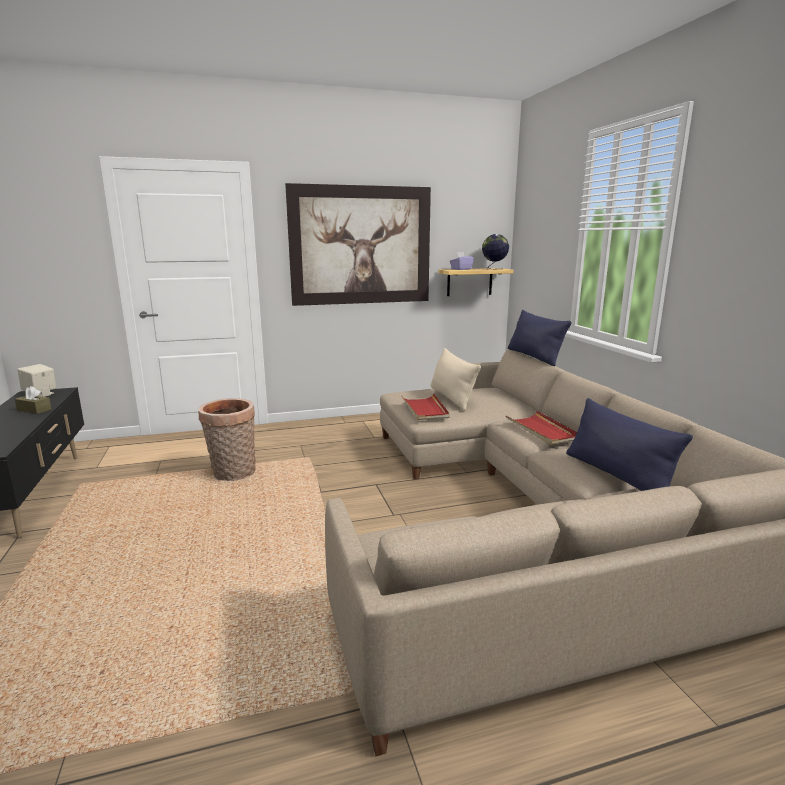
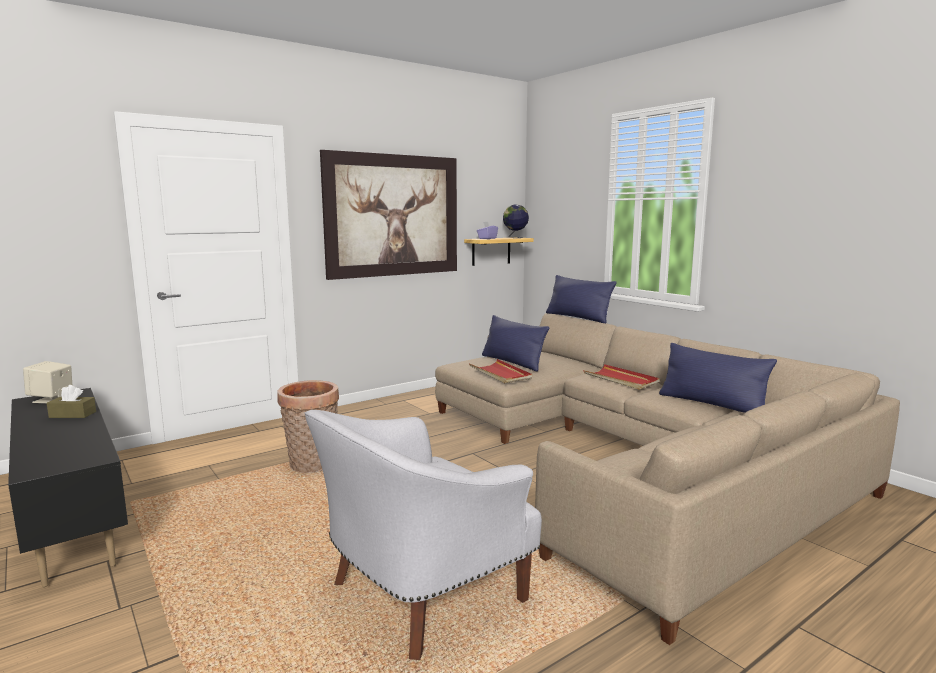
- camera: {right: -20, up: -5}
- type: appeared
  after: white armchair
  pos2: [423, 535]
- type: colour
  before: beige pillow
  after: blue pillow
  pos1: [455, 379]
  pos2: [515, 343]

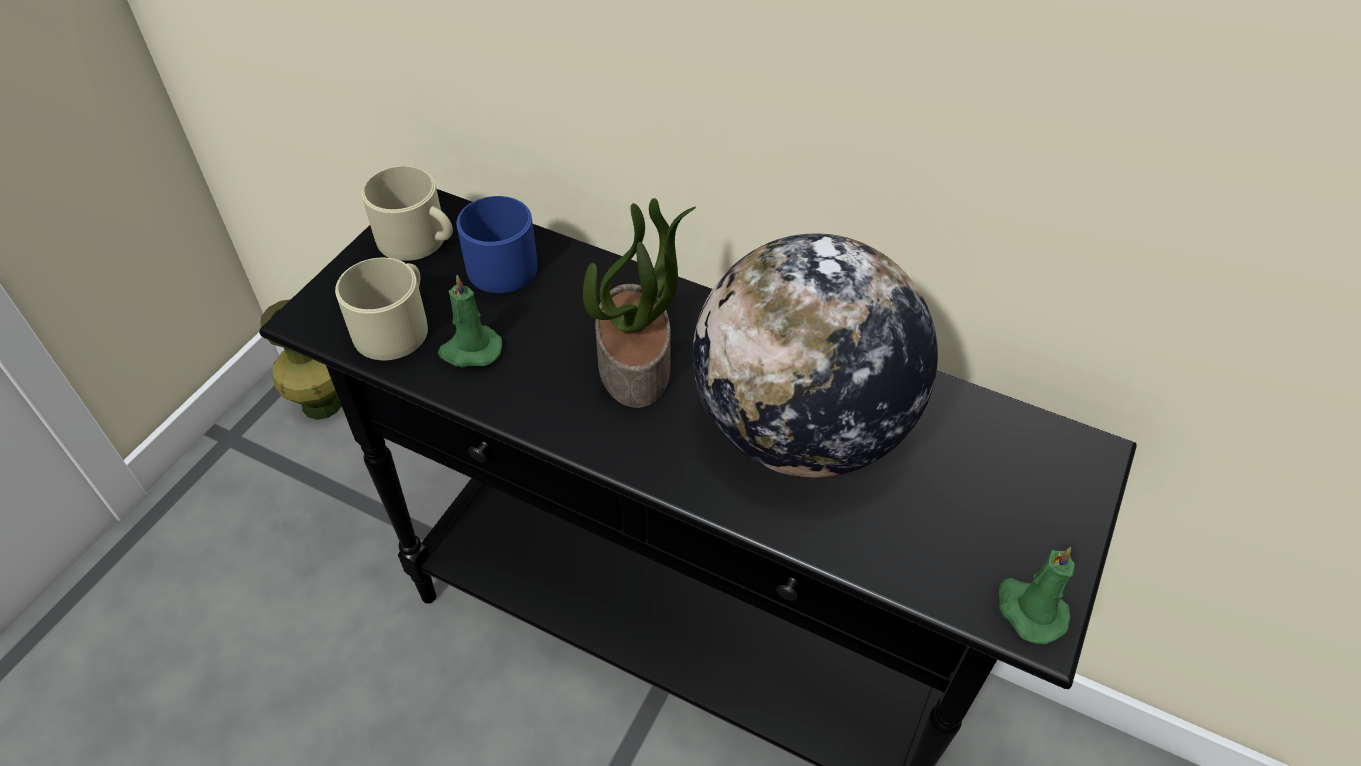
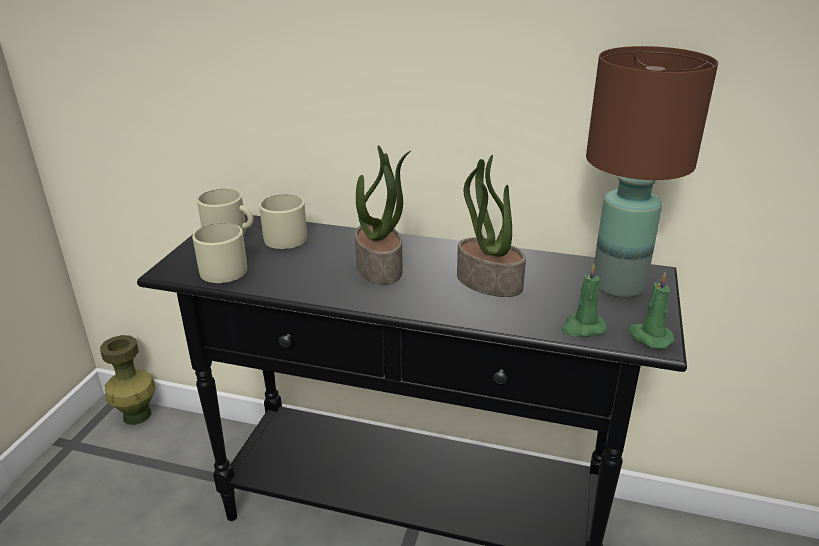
- camera: {right: -10, up: -20}
- type: colour
  before: blue mug
  after: beige mug
  pos1: [497, 244]
  pos2: [283, 221]
- type: exchanged
  before: globe
  after: potted plant
  pos1: [815, 355]
  pos2: [491, 226]
- type: relocated
  before: green candle
  pos1: [470, 321]
  pos2: [584, 300]
- type: appeared
  after: brown table lamp
  pos2: [652, 171]

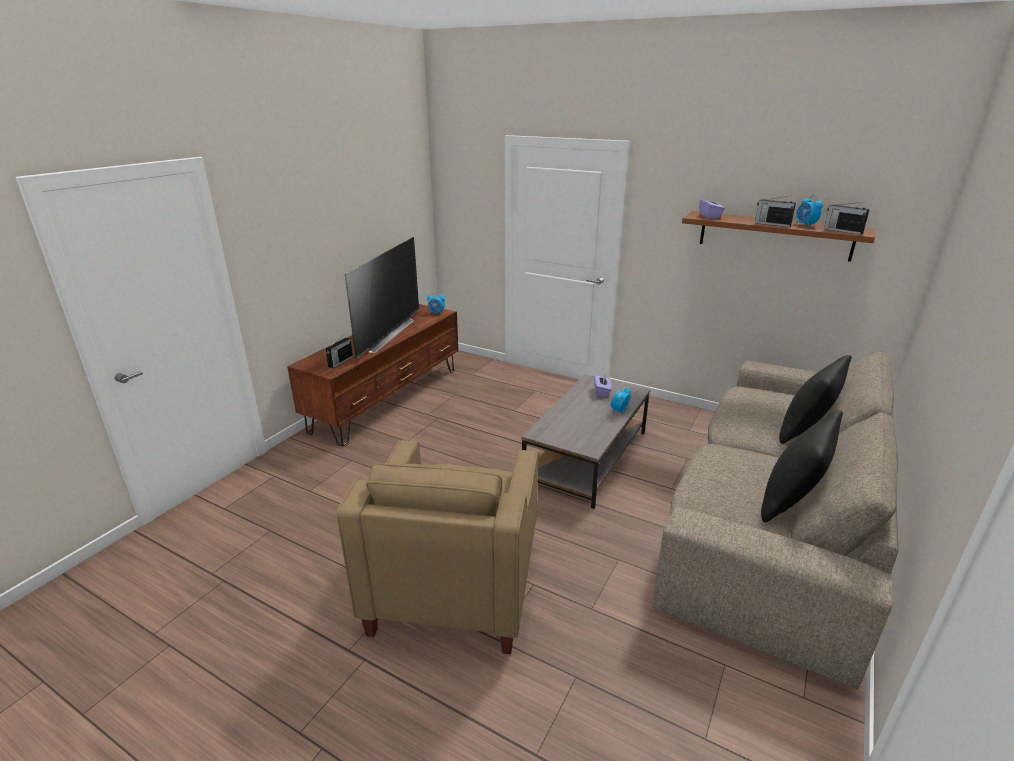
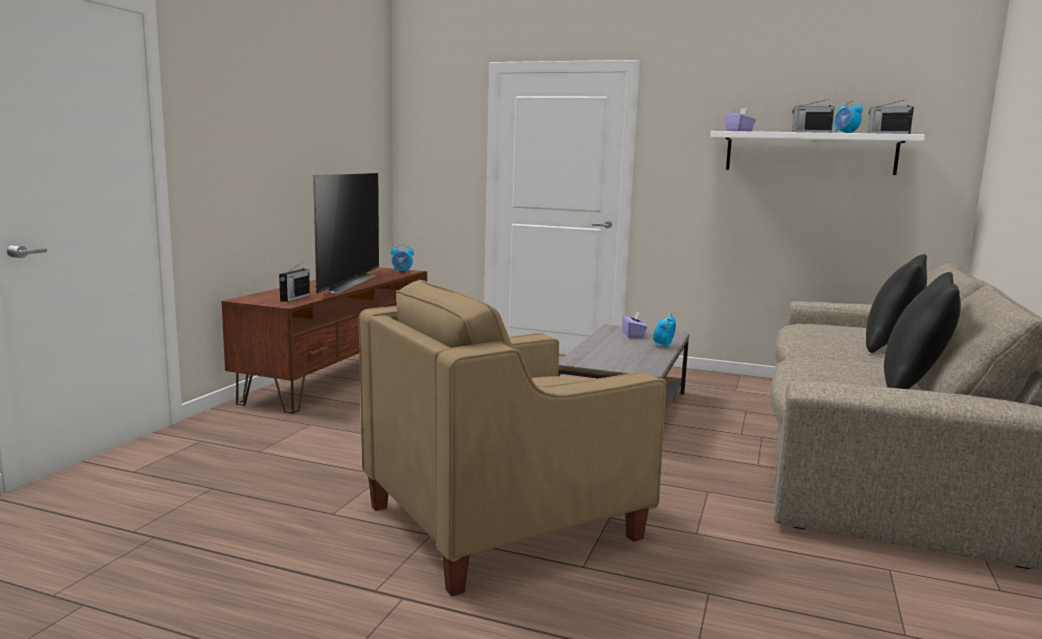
- camera: {right: -10, up: -15}
- type: spun
  before: beige armchair
  pos1: [437, 547]
  pos2: [512, 438]
  turn: 60
- type: colour
  before: brown shelf
  after: white shelf
  pos1: [778, 236]
  pos2: [817, 153]

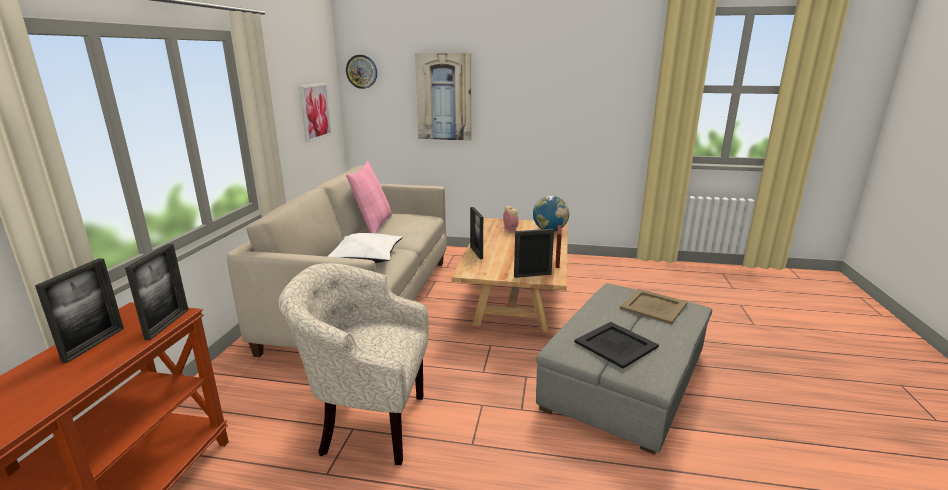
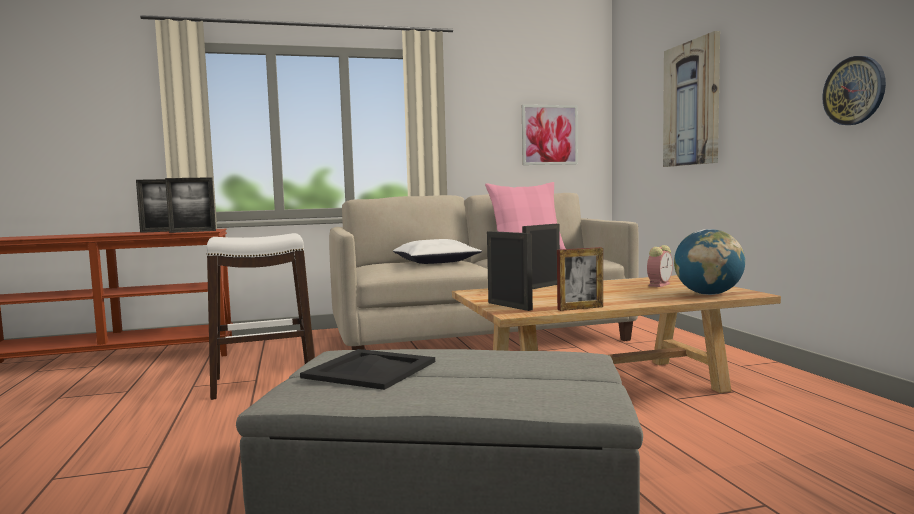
- camera: {right: 65, up: -15}
- type: exchanged
  before: beige armchair
  after: white stool
  pos1: [353, 364]
  pos2: [260, 316]
- type: relocated
  before: wall clock
  pos1: [361, 72]
  pos2: [854, 90]
- type: missing
  before: beige tray
  pos1: [654, 306]

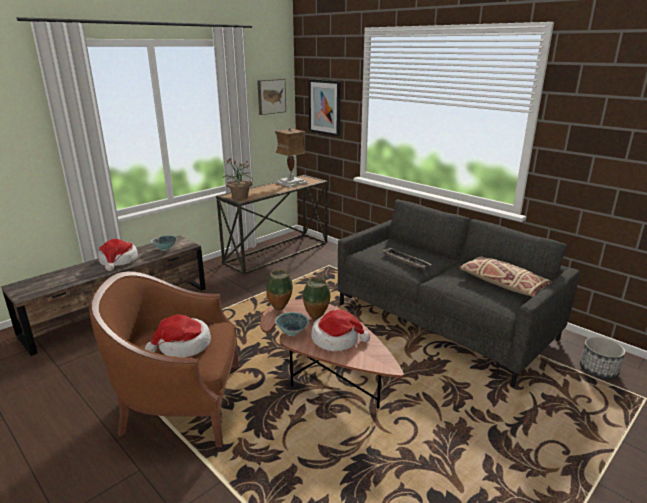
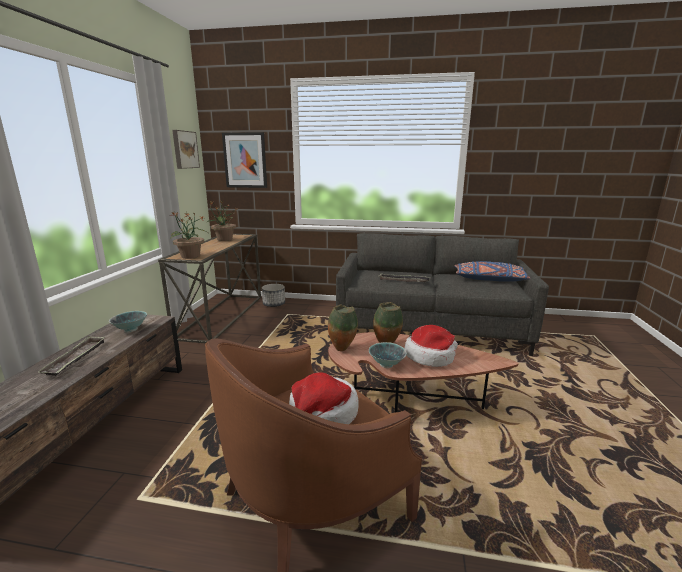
- camera: {right: -35, up: -5}
- type: exchanged
  before: hat
  after: tray
  pos1: [118, 255]
  pos2: [71, 356]
- type: exchanged
  before: table lamp
  after: potted plant
  pos1: [291, 157]
  pos2: [221, 220]
- type: relocated
  before: planter
  pos1: [602, 358]
  pos2: [273, 295]
- type: colour
  before: beige pillow
  after: blue pillow
  pos1: [505, 276]
  pos2: [492, 271]

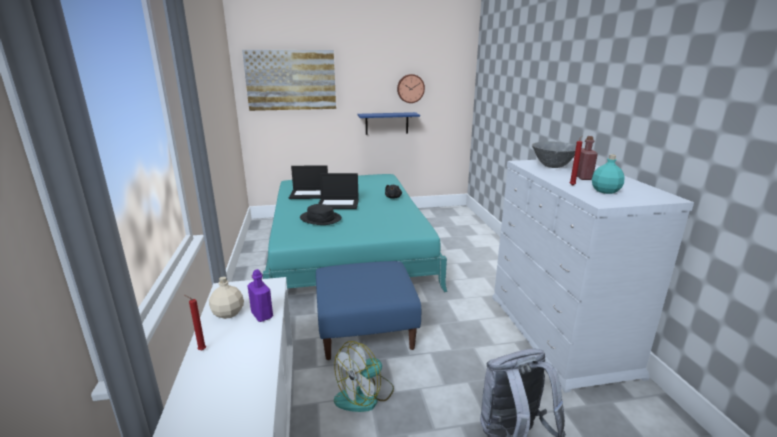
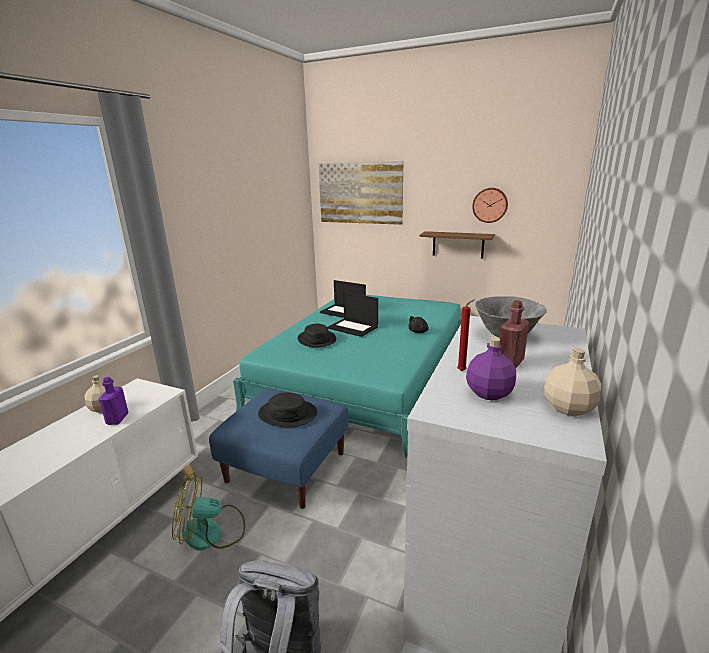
- camera: {right: 35, up: 0}
- type: appeared
  after: black hat
  pos2: [287, 409]
- type: colour
  before: blue shelf
  after: brown shelf
  pos1: [389, 123]
  pos2: [457, 245]
- type: colour
  before: turquoise bottle
  after: purple bottle
  pos1: [608, 174]
  pos2: [491, 368]
- type: appeared
  after: beige bottle
  pos2: [572, 382]
- type: missing
  before: red candle
  pos1: [195, 322]

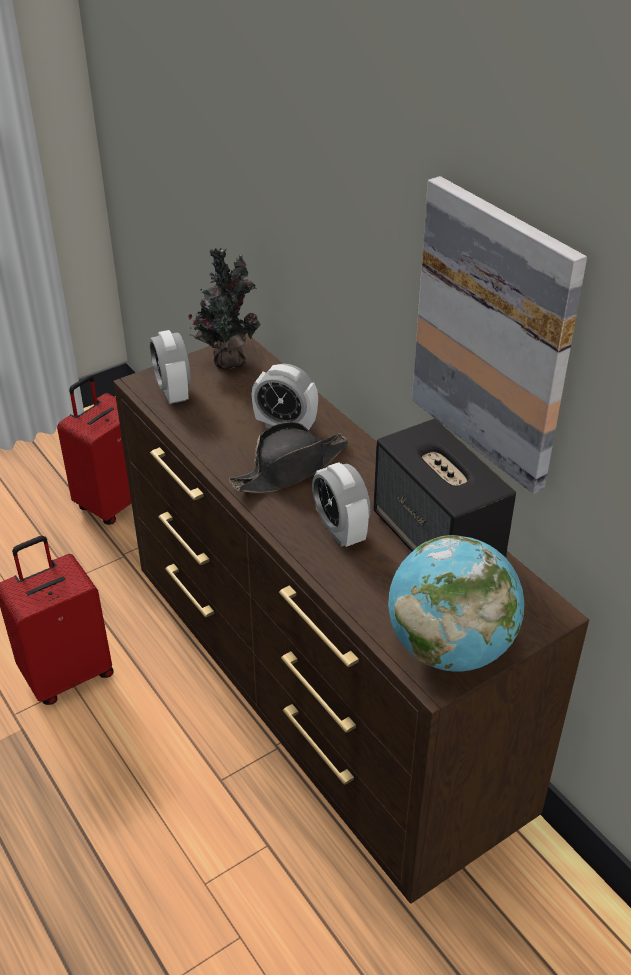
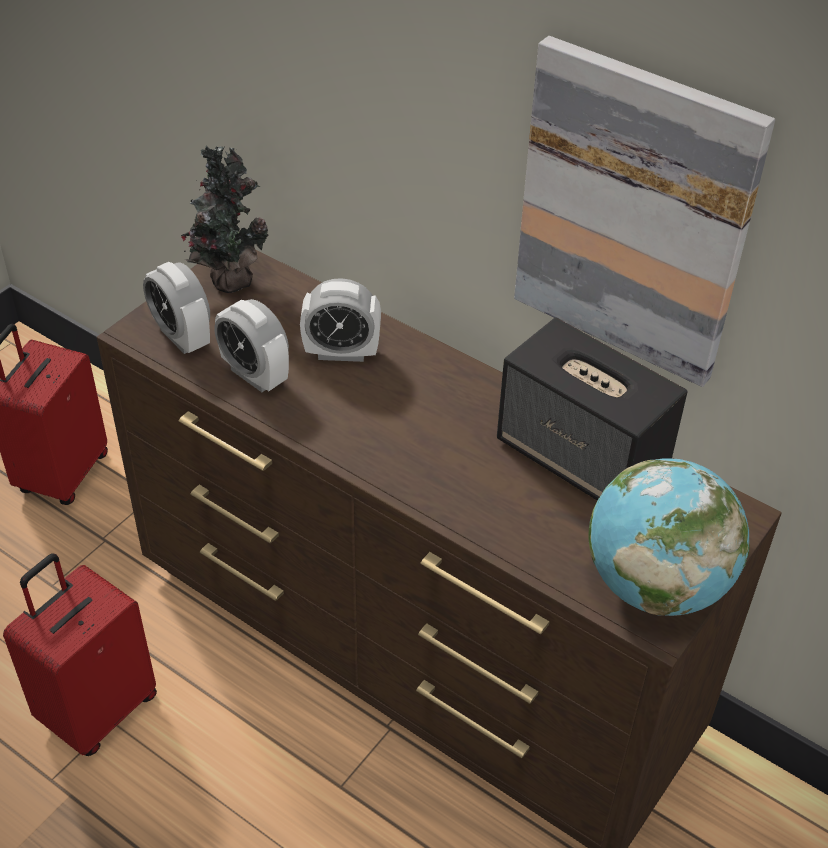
- camera: {right: -20, up: 5}
- type: relocated
  before: alarm clock
  pos1: [341, 504]
  pos2: [251, 345]
- type: missing
  before: black hat
  pos1: [289, 457]

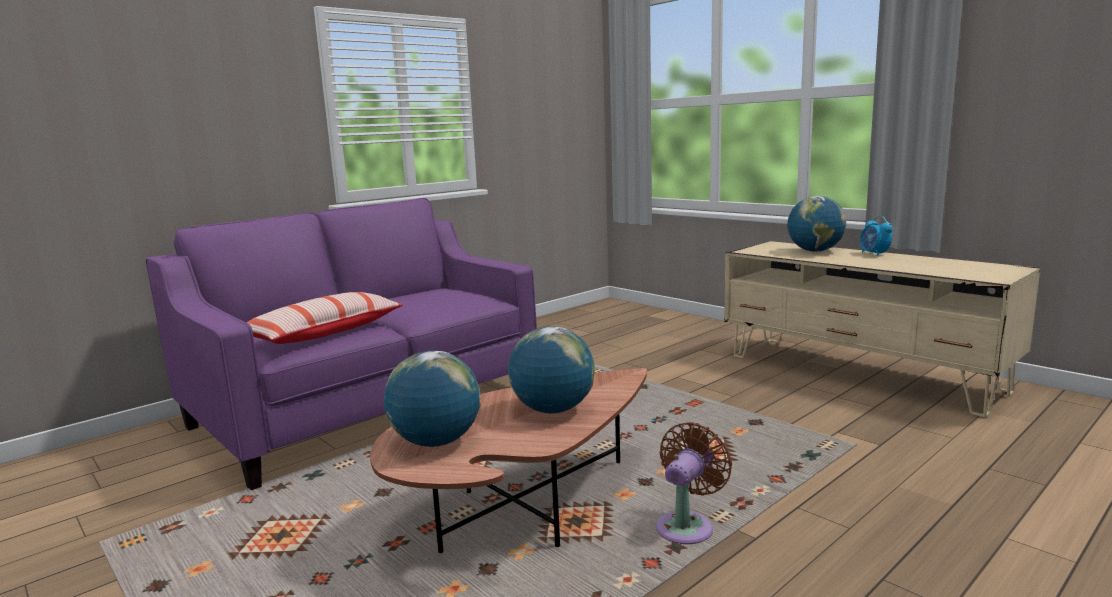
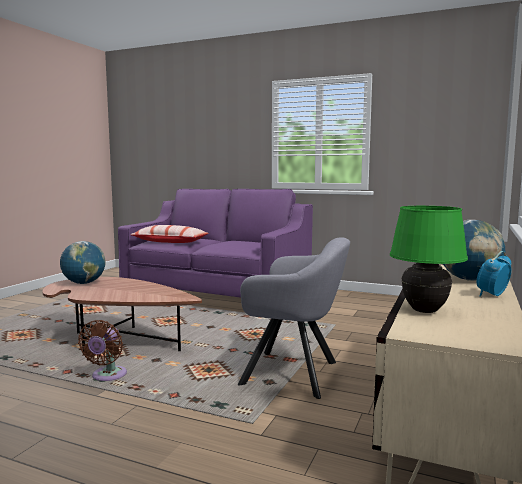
- camera: {right: 65, up: -5}
- type: spun
  before: brown fan
  pos1: [694, 483]
  pos2: [102, 350]
  turn: 90
- type: appeared
  after: grey armchair
  pos2: [293, 318]
- type: appeared
  after: green table lamp
  pos2: [429, 259]
- type: missing
  before: globe
  pos1: [551, 369]

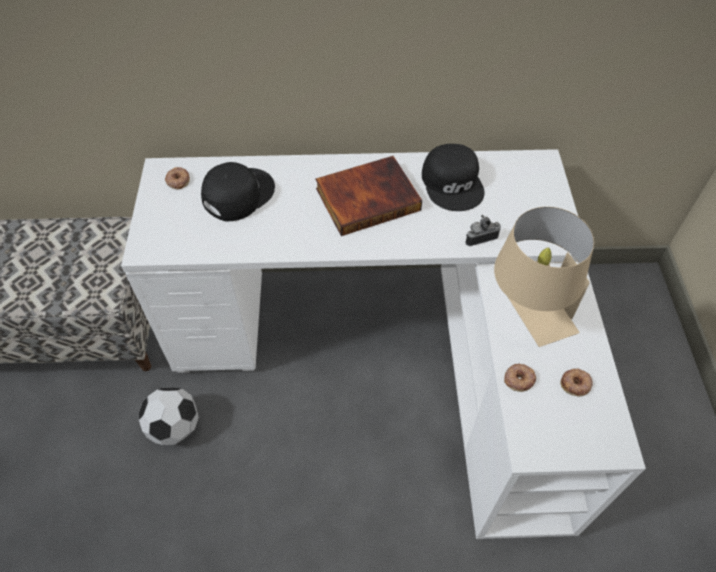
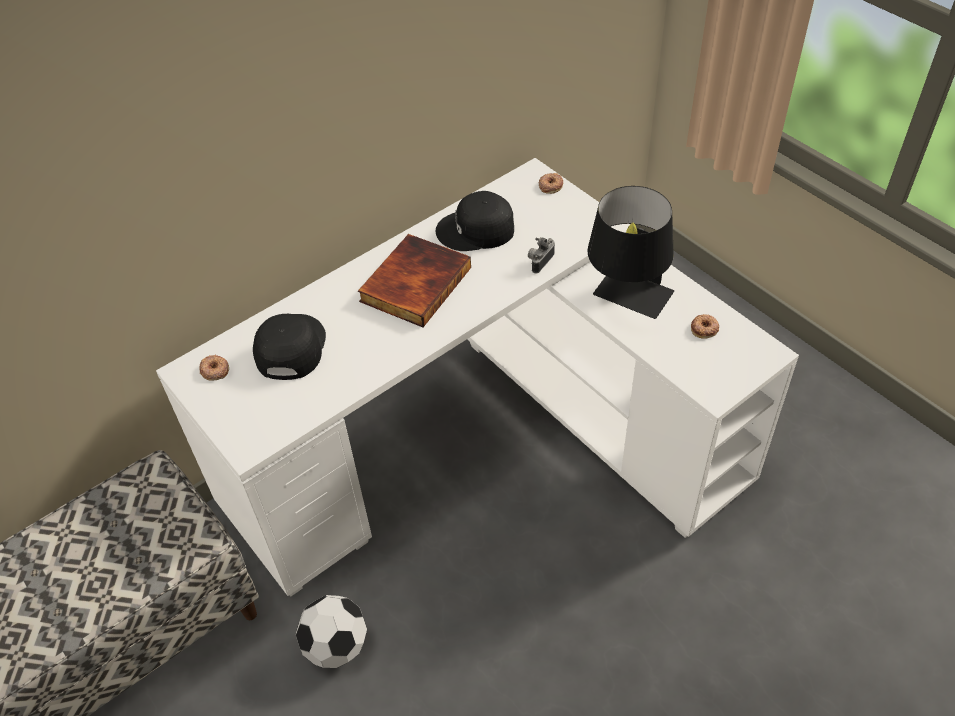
- camera: {right: -35, up: -5}
- type: spun
  before: black cap
  pos1: [453, 177]
  pos2: [475, 221]
  turn: 135
- type: relocated
  before: donut
  pos1: [520, 378]
  pos2: [551, 183]
- type: colour
  before: beige table lamp
  after: black table lamp
  pos1: [544, 277]
  pos2: [631, 252]

